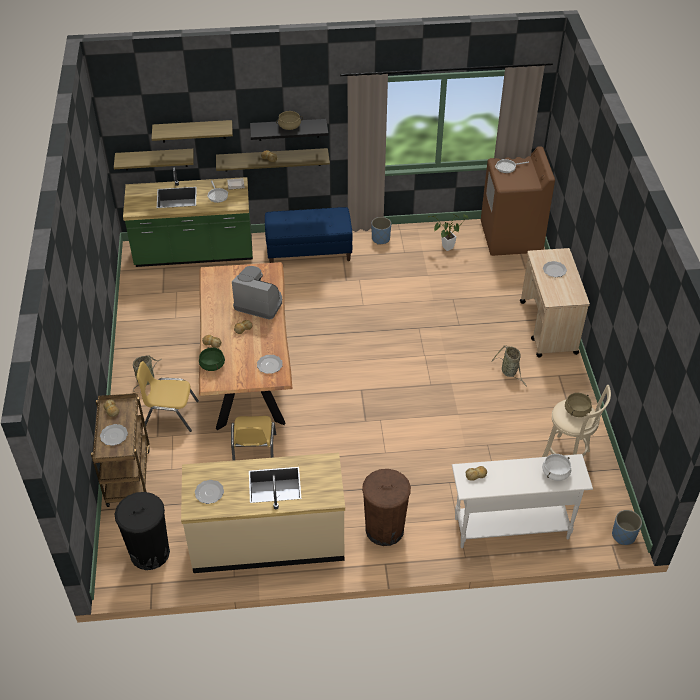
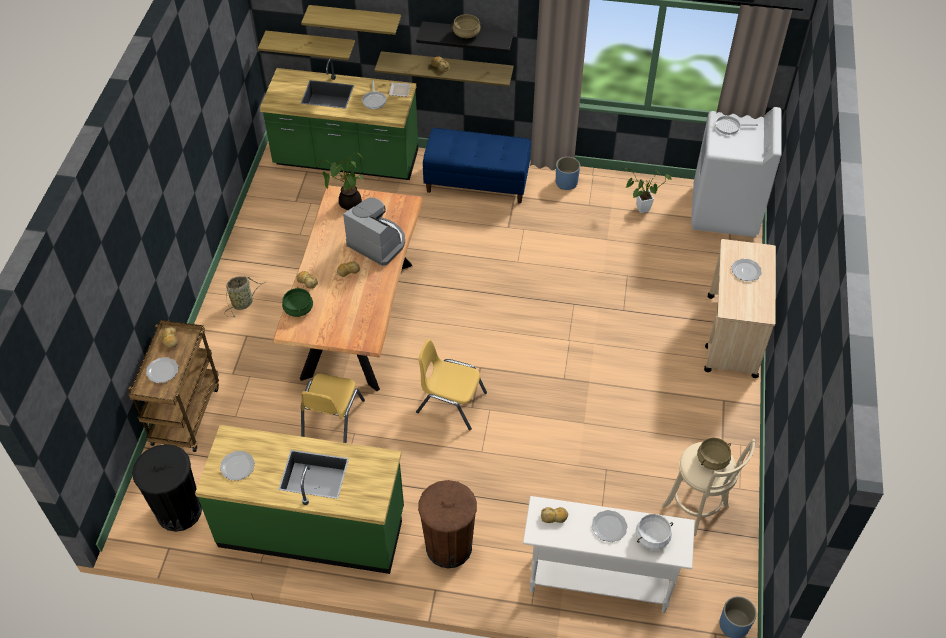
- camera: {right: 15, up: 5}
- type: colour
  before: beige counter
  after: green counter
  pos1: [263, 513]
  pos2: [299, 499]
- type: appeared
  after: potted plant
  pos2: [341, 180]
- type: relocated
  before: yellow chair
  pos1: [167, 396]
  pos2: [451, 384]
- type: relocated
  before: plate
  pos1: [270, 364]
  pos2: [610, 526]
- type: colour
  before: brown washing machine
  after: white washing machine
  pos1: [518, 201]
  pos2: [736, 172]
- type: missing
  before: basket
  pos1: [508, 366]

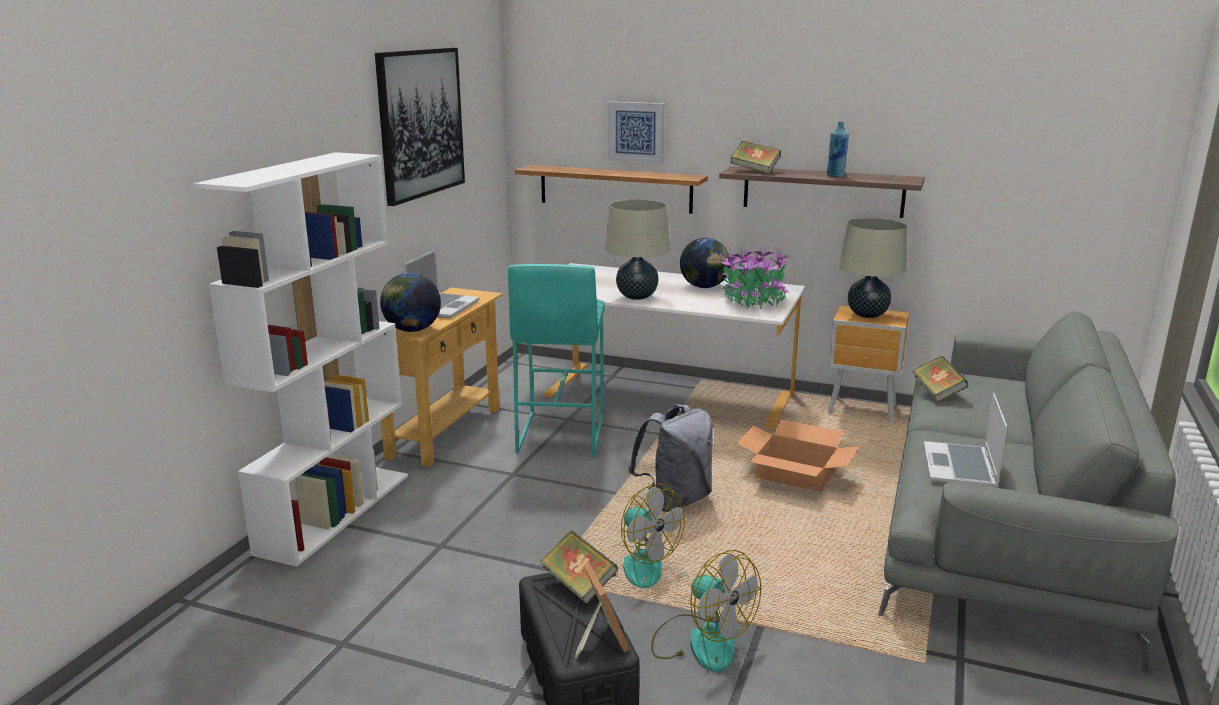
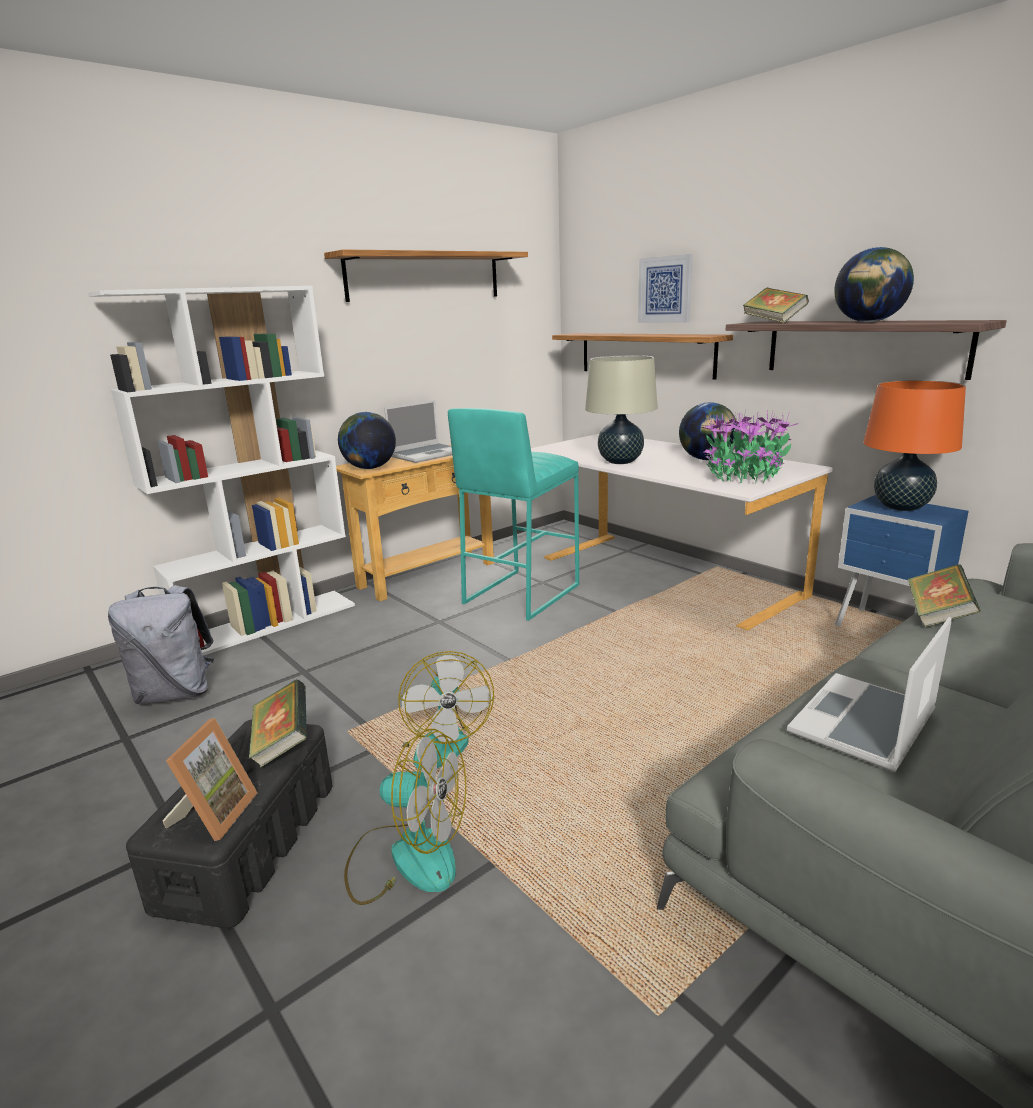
- camera: {right: 30, up: 0}
- type: relocated
  before: grey backpack
  pos1: [670, 458]
  pos2: [161, 644]
- type: exchanged
  before: picture
  after: shelf
  pos1: [420, 127]
  pos2: [426, 275]
- type: spun
  before: fan
  pos1: [706, 611]
  pos2: [405, 817]
  turn: -60
- type: exchanged
  before: blue bottle
  after: globe
  pos1: [838, 150]
  pos2: [874, 284]
- type: colour
  before: brown nightstand
  after: blue nightstand
  pos1: [868, 364]
  pos2: [902, 560]
- type: colour
  before: beige table lamp
  after: orange table lamp
  pos1: [873, 268]
  pos2: [914, 445]
- type: missing
  before: cardboard box
  pos1: [797, 456]

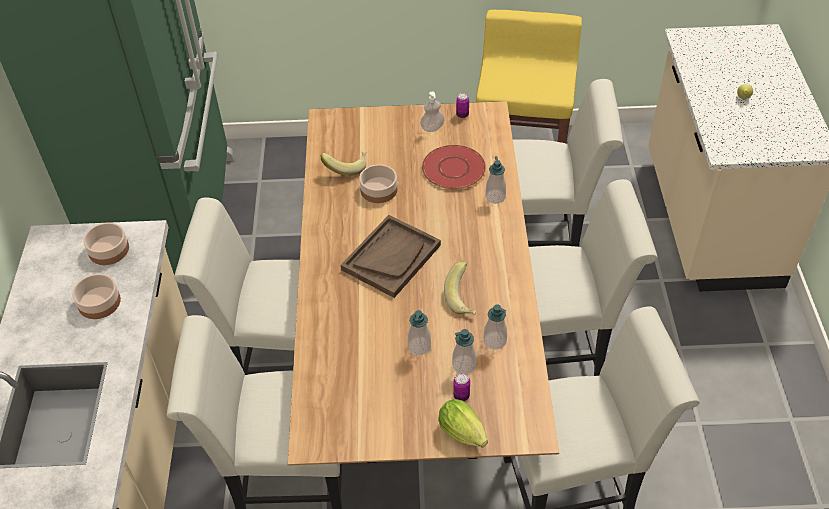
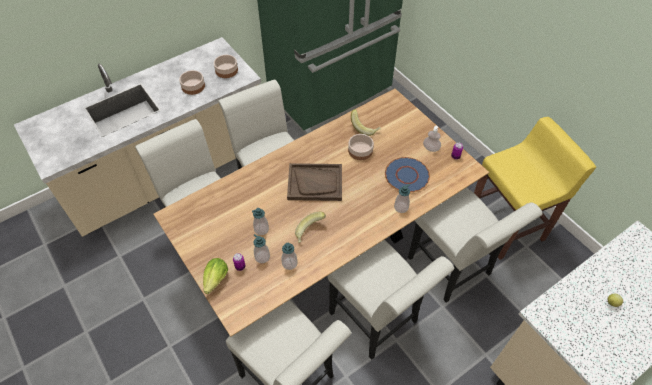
- camera: {right: 55, up: 5}
- type: colour
  before: red plate
  after: blue plate
  pos1: [454, 167]
  pos2: [407, 174]

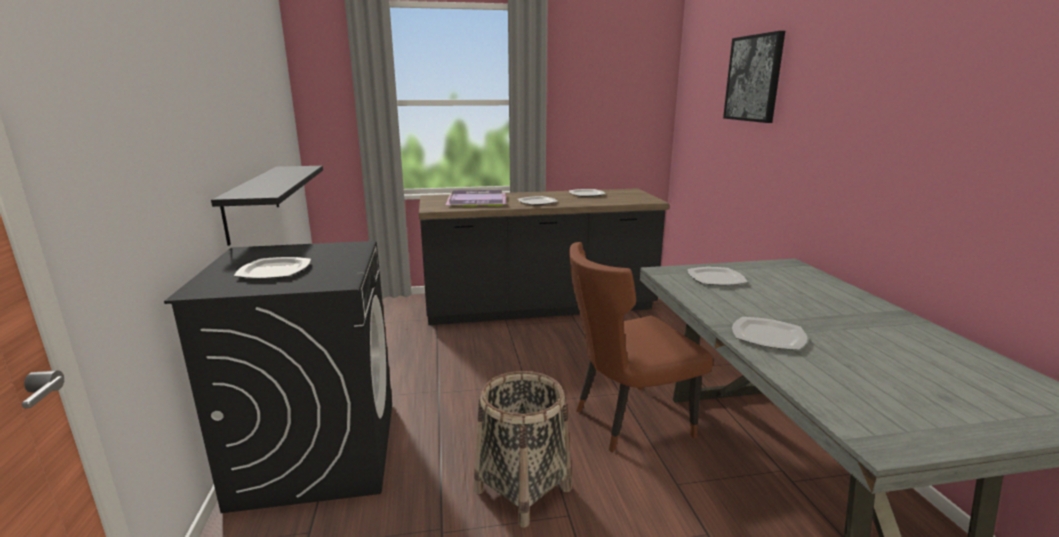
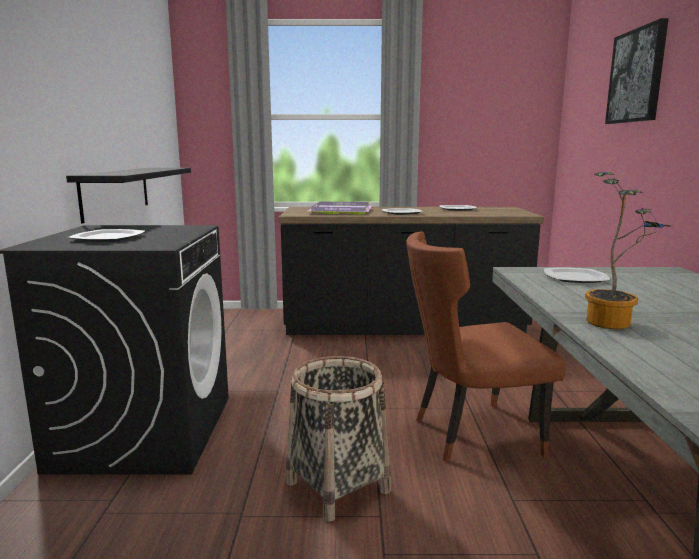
- camera: {right: 10, up: -5}
- type: exchanged
  before: plate
  after: potted plant
  pos1: [769, 333]
  pos2: [627, 250]

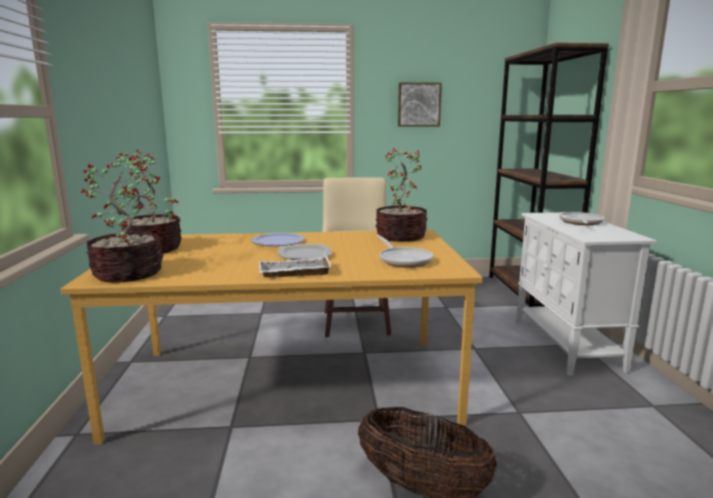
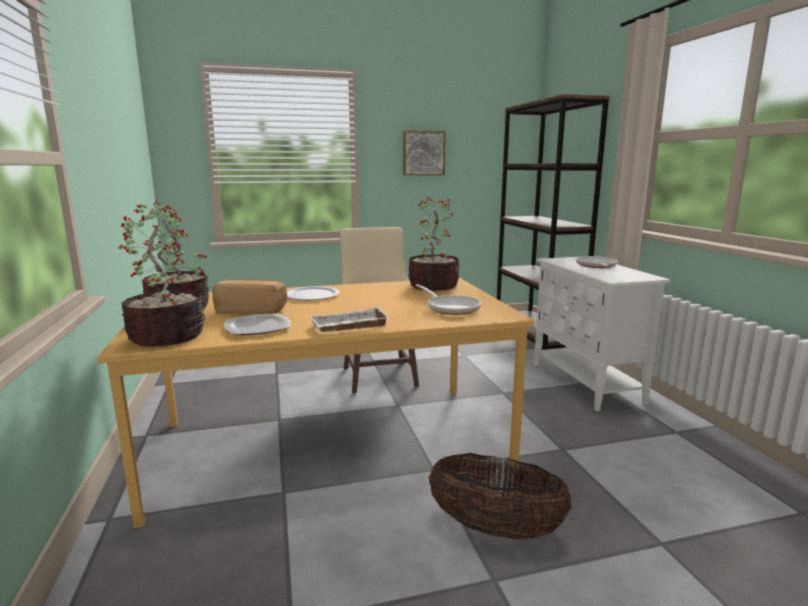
- camera: {right: -10, up: 0}
- type: appeared
  after: bread
  pos2: [249, 296]
- type: relocated
  before: plate
  pos1: [304, 252]
  pos2: [257, 324]

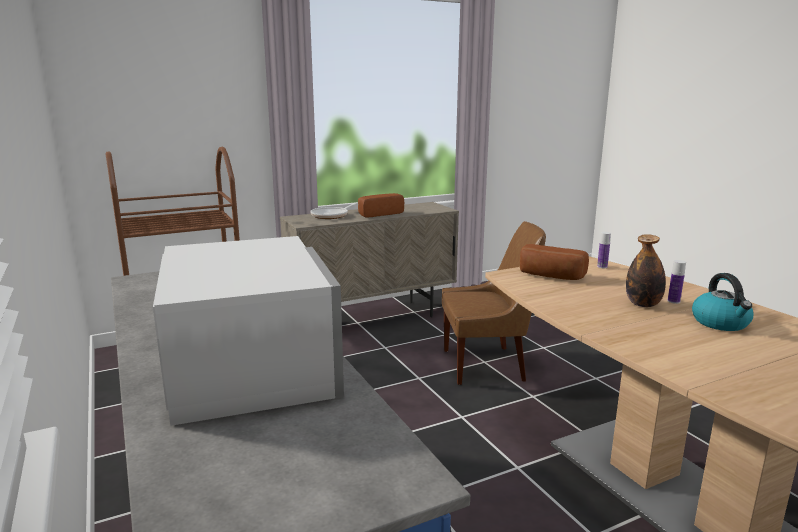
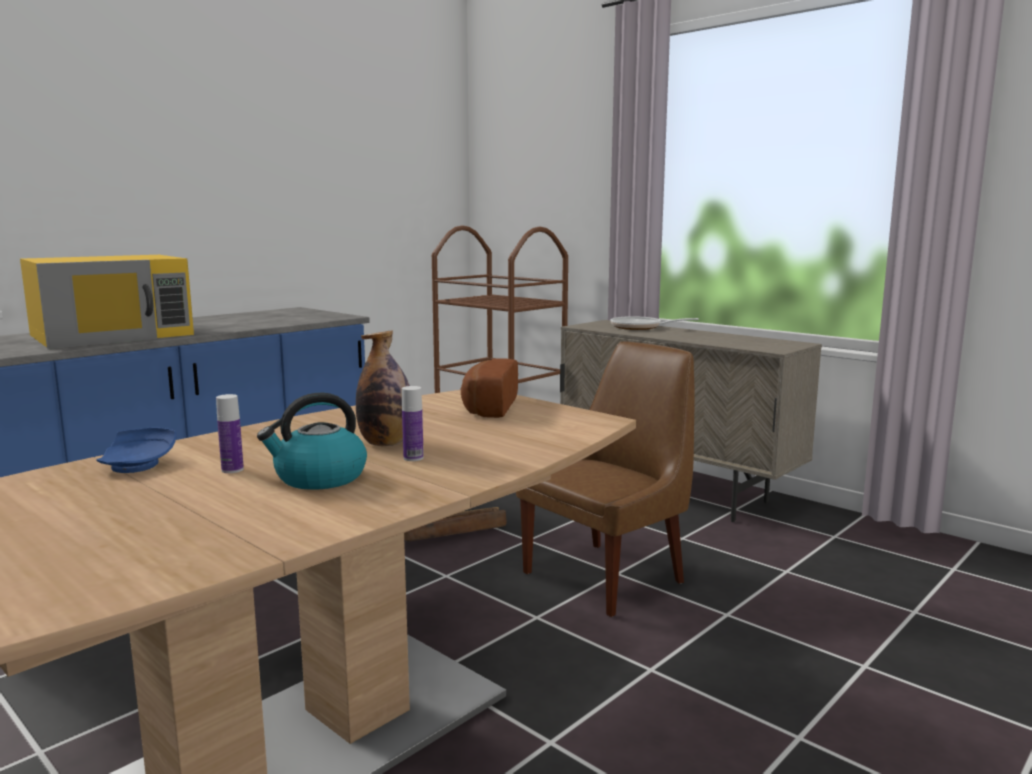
- camera: {right: 70, up: -5}
- type: colour
  before: white microwave
  after: yellow microwave
  pos1: [248, 331]
  pos2: [107, 302]
- type: appeared
  after: blue plate
  pos2: [136, 450]
- type: relocated
  before: bottle
  pos1: [604, 250]
  pos2: [230, 433]
- type: appeared
  after: crate
  pos2: [455, 524]
- type: spun
  before: brown chair
  pos1: [494, 303]
  pos2: [605, 479]
  turn: -105
- type: missing
  before: bread
  pos1: [381, 205]

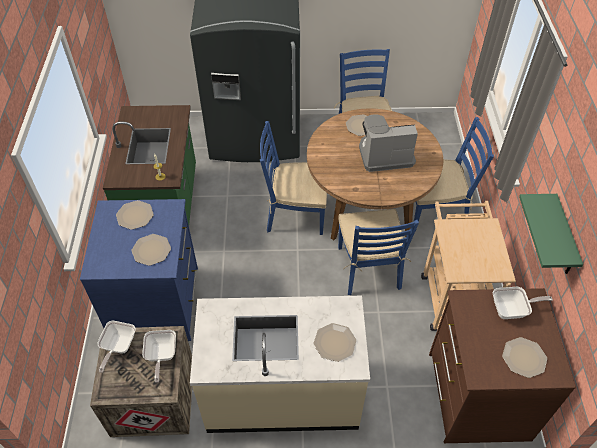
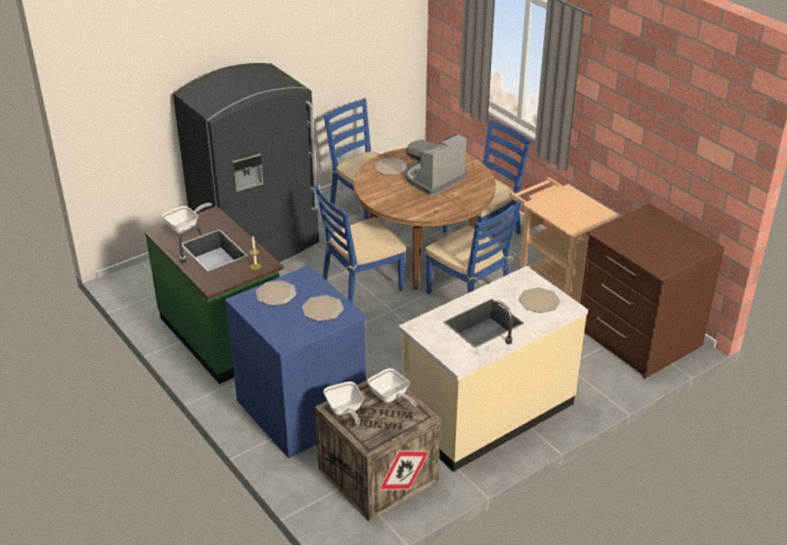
- camera: {right: -35, up: -15}
- type: relocated
  before: frying pan
  pos1: [523, 303]
  pos2: [187, 218]
- type: missing
  before: plate
  pos1: [524, 357]
- type: missing
  before: green shelf
  pos1: [551, 234]

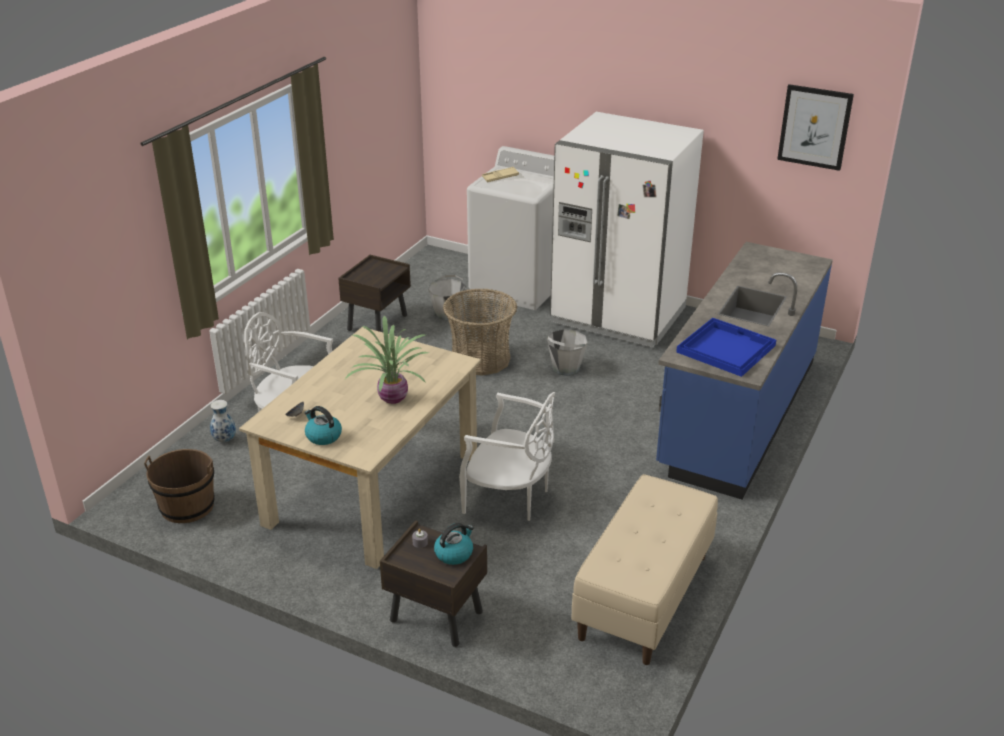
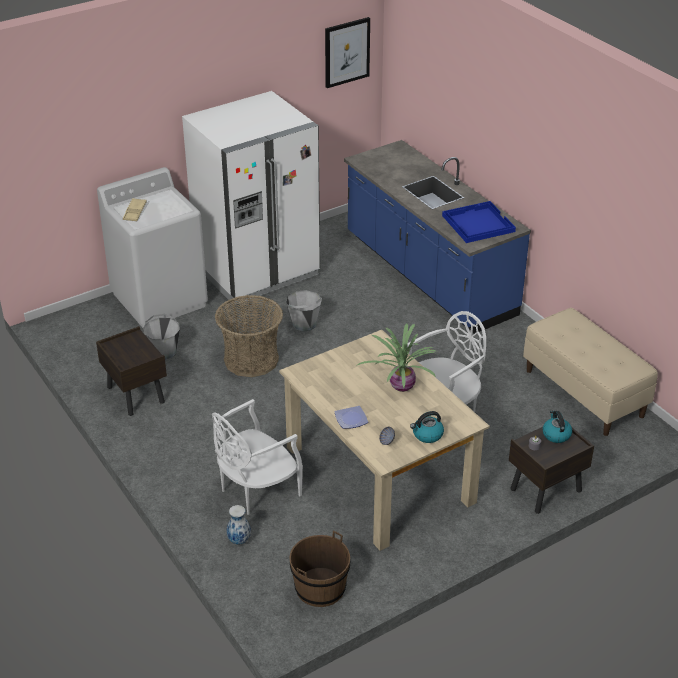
- camera: {right: -60, up: 5}
- type: appeared
  after: plate
  pos2: [351, 417]

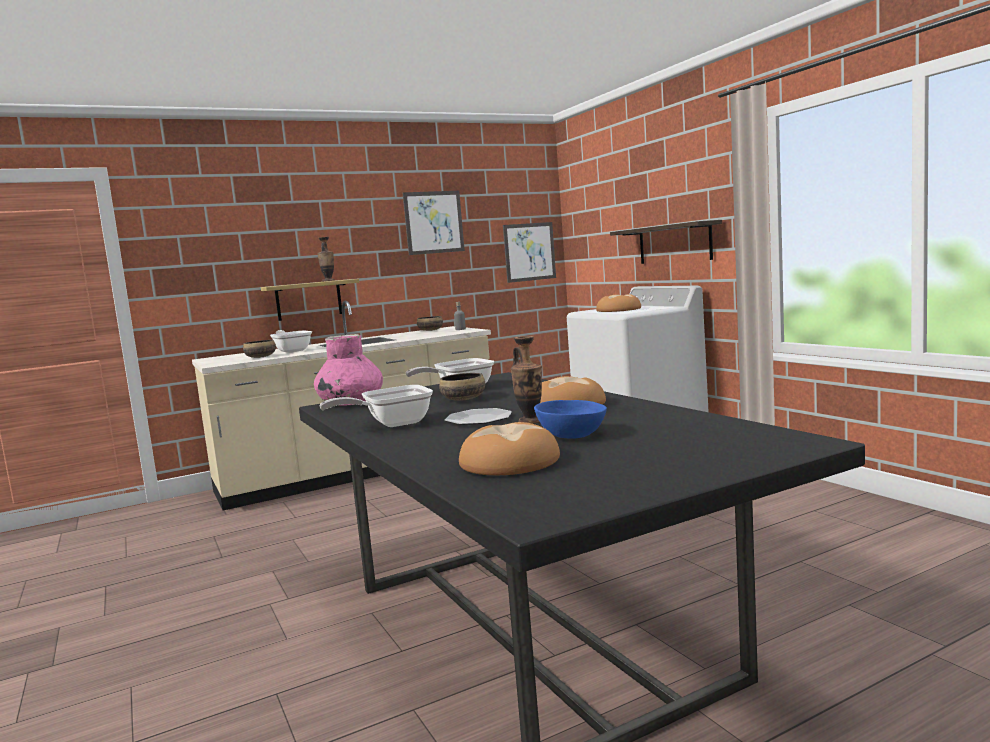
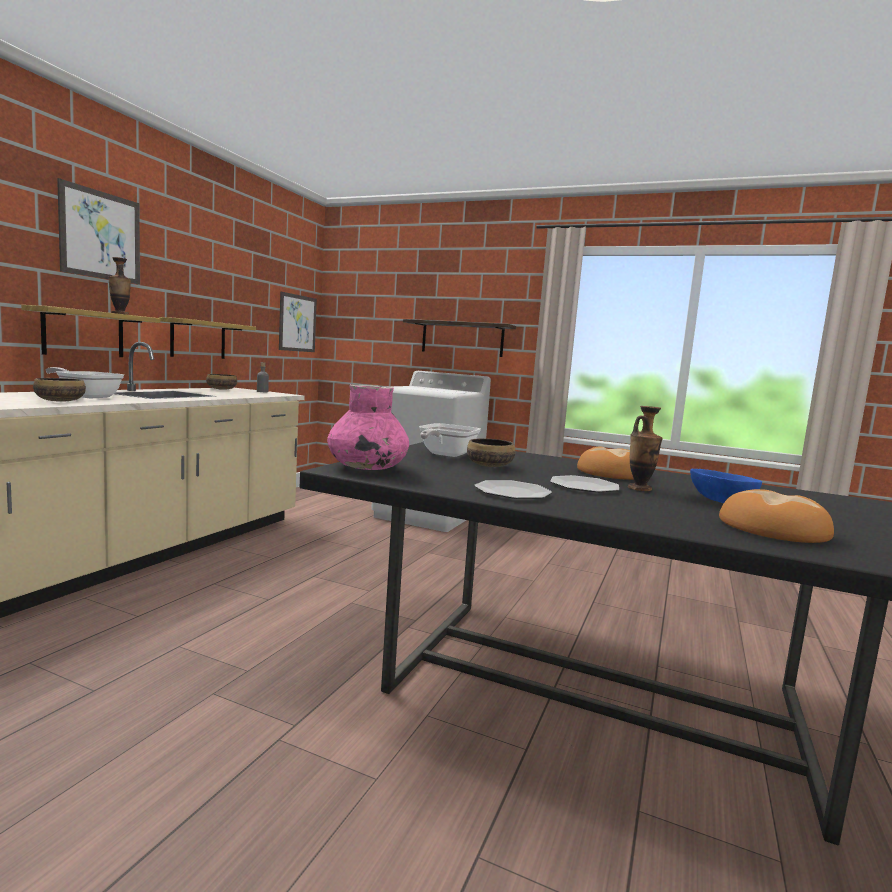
- camera: {right: -40, up: 0}
- type: relocated
  before: picture
  pos1: [434, 223]
  pos2: [98, 231]
- type: appeared
  after: shelf
  pos2: [207, 338]
- type: exchanged
  before: frying pan
  after: plate
  pos1: [376, 406]
  pos2: [513, 489]
- type: missing
  before: bread
  pos1: [618, 303]

